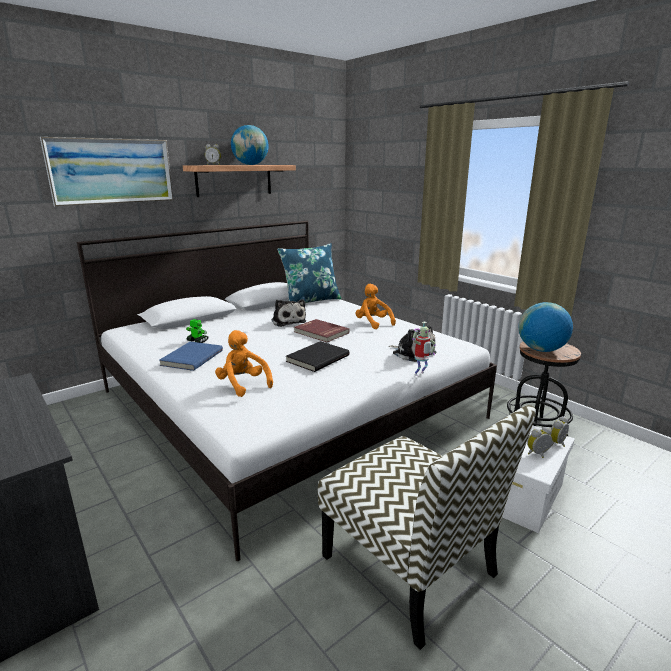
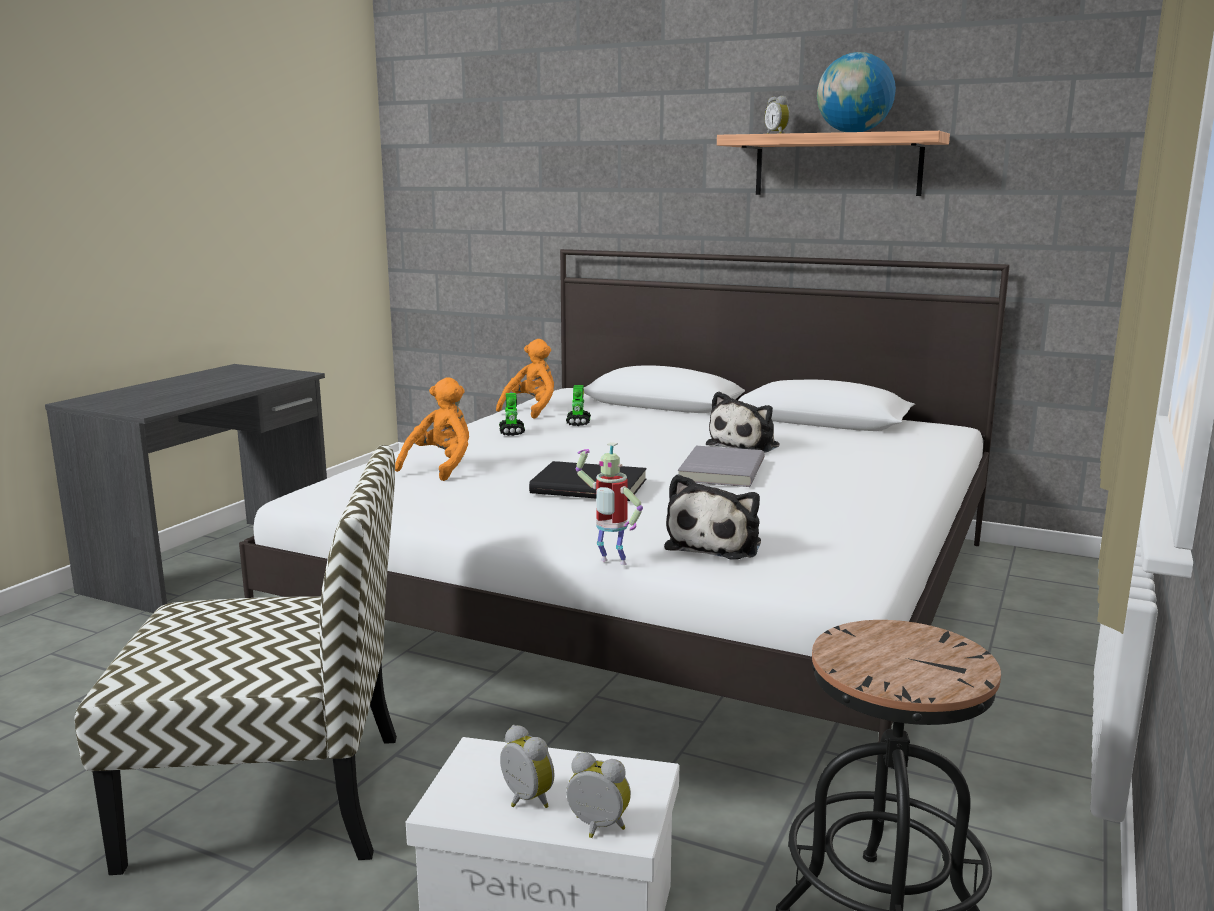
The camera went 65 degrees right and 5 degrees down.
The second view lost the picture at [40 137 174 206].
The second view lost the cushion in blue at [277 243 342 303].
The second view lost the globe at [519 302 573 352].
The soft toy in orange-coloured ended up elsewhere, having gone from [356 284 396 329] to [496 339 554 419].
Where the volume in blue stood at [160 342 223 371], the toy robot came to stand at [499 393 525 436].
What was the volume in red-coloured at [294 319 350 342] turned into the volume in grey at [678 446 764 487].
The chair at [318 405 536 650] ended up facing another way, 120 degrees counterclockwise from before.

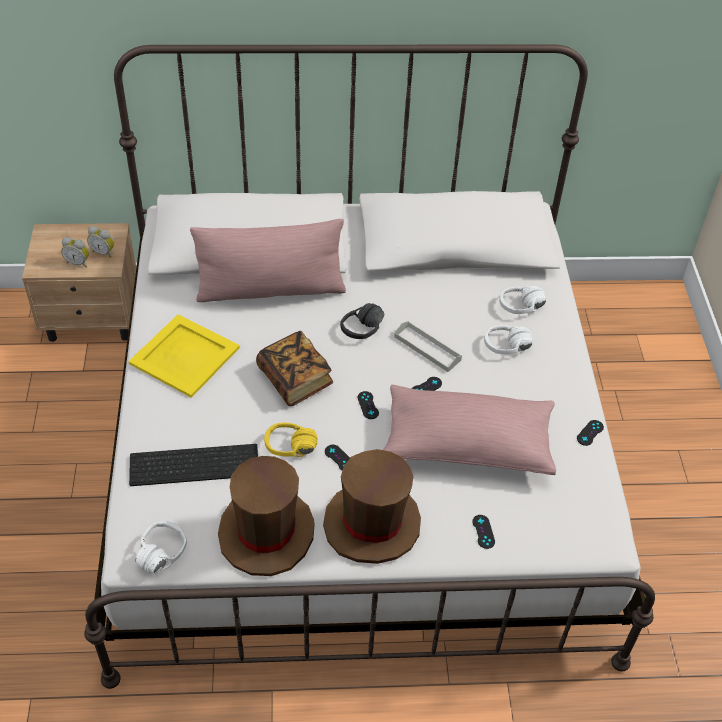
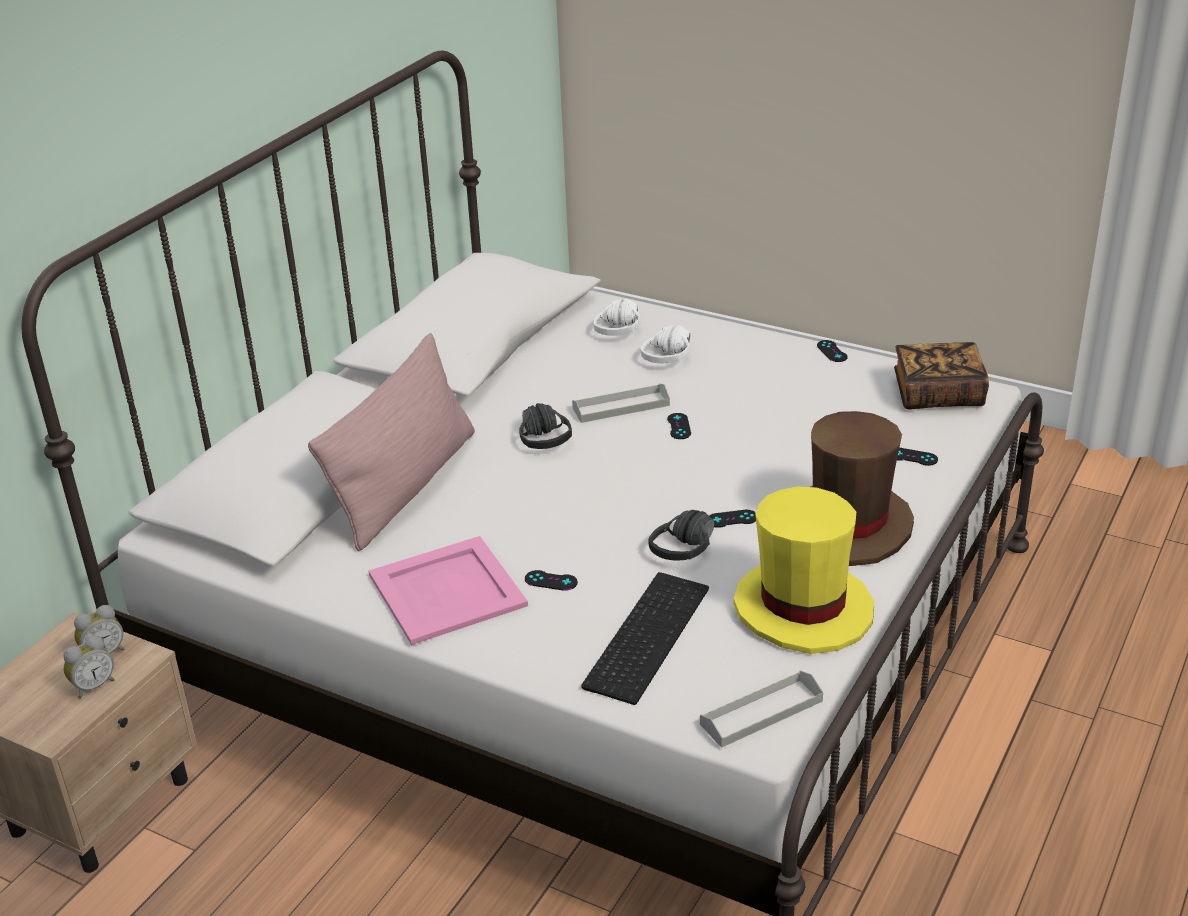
The camera went 55 degrees left and 15 degrees down.
The second view lost the cushion in pink at [383 385 556 475].
The volume ended up elsewhere, having gone from [256 331 333 406] to [894 342 989 409].
The game controller in black-coloured ended up elsewhere, having gone from [358 391 379 419] to [525 570 578 591].
Where the headphones in white stood at [135 521 187 573], the carrying tray in grey came to stand at [700 670 823 748].
What was the carrying tray in yellowish at [128 314 240 398] turned into the carrying tray in pink at [369 536 528 645].
What was the clothing hat in brownish at [218 456 315 576] turned into the clothing hat in yellowish at [734 486 874 654].
What was the headphones in yellowish at [264 423 318 457] turned into the headphones in black-coloured at [648 510 714 561].

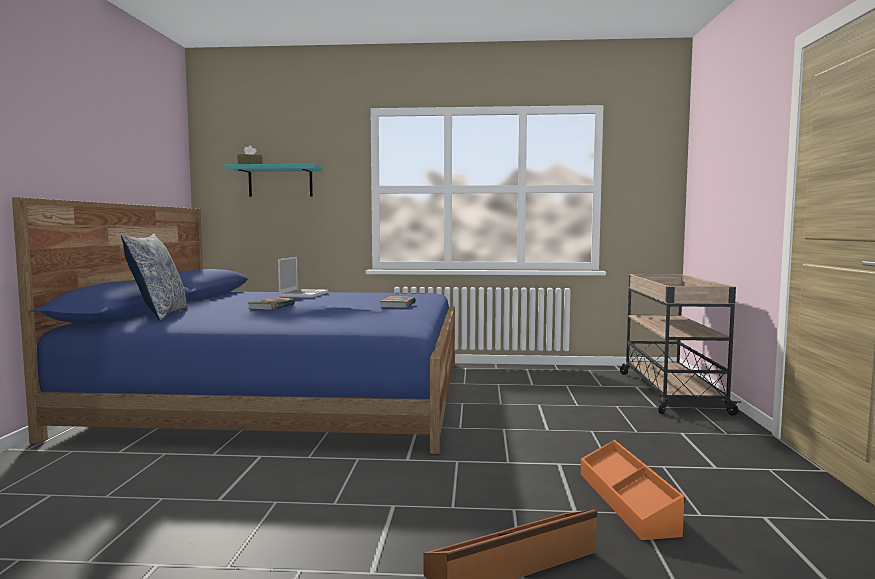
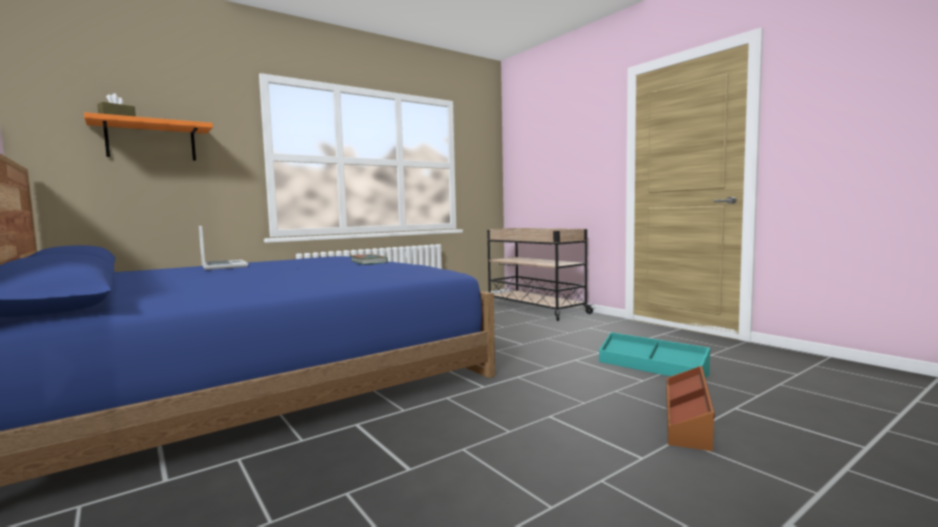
The camera went 40 degrees left and 0 degrees up.
The second view lost the cushion at [121 234 188 320].
The second view lost the volume at [248 297 295 310].
What was the bracket shelf in turquoise at [224 164 323 197] turned into the bracket shelf in orange-coloured at [84 112 213 161].
What was the storage box in orange-coloured at [581 440 685 540] turned into the storage box in turquoise at [599 332 710 378].

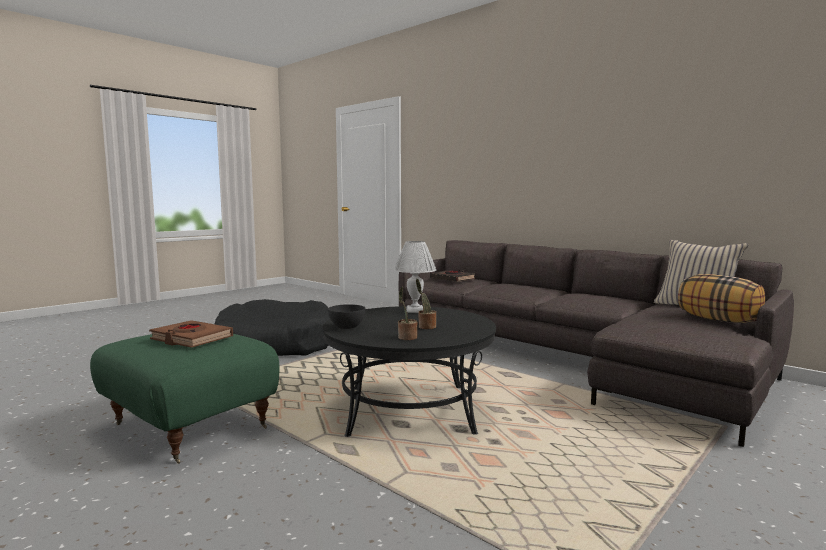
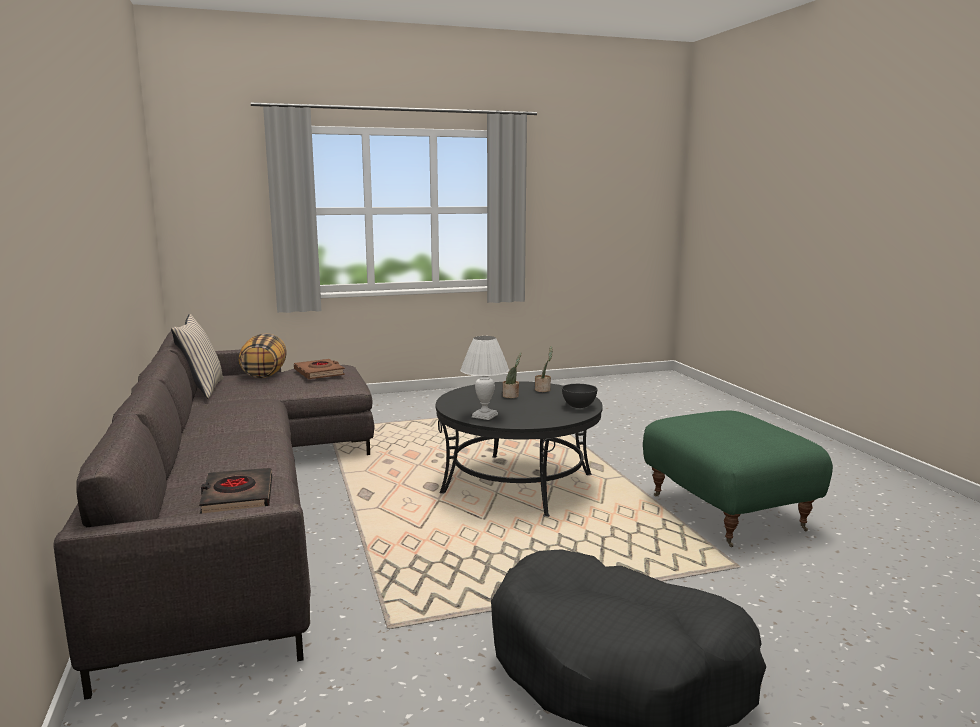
The camera went 150 degrees left and 5 degrees up.
The volume in brownish ended up elsewhere, having gone from [149 320 233 348] to [294 359 345 379].

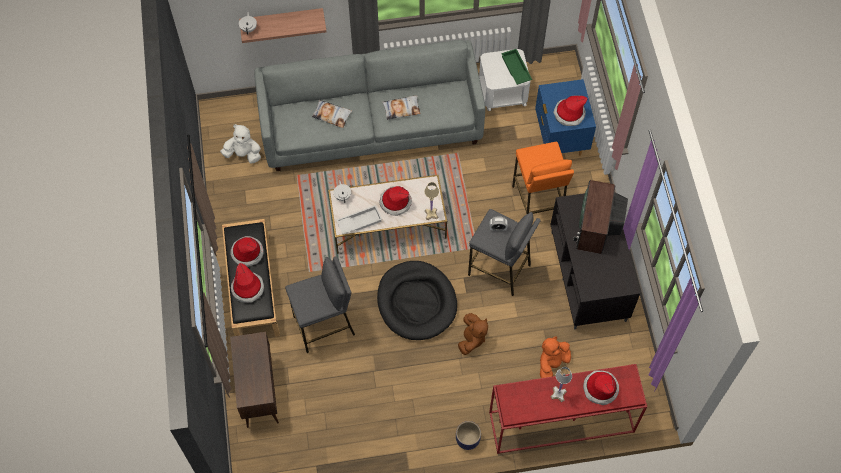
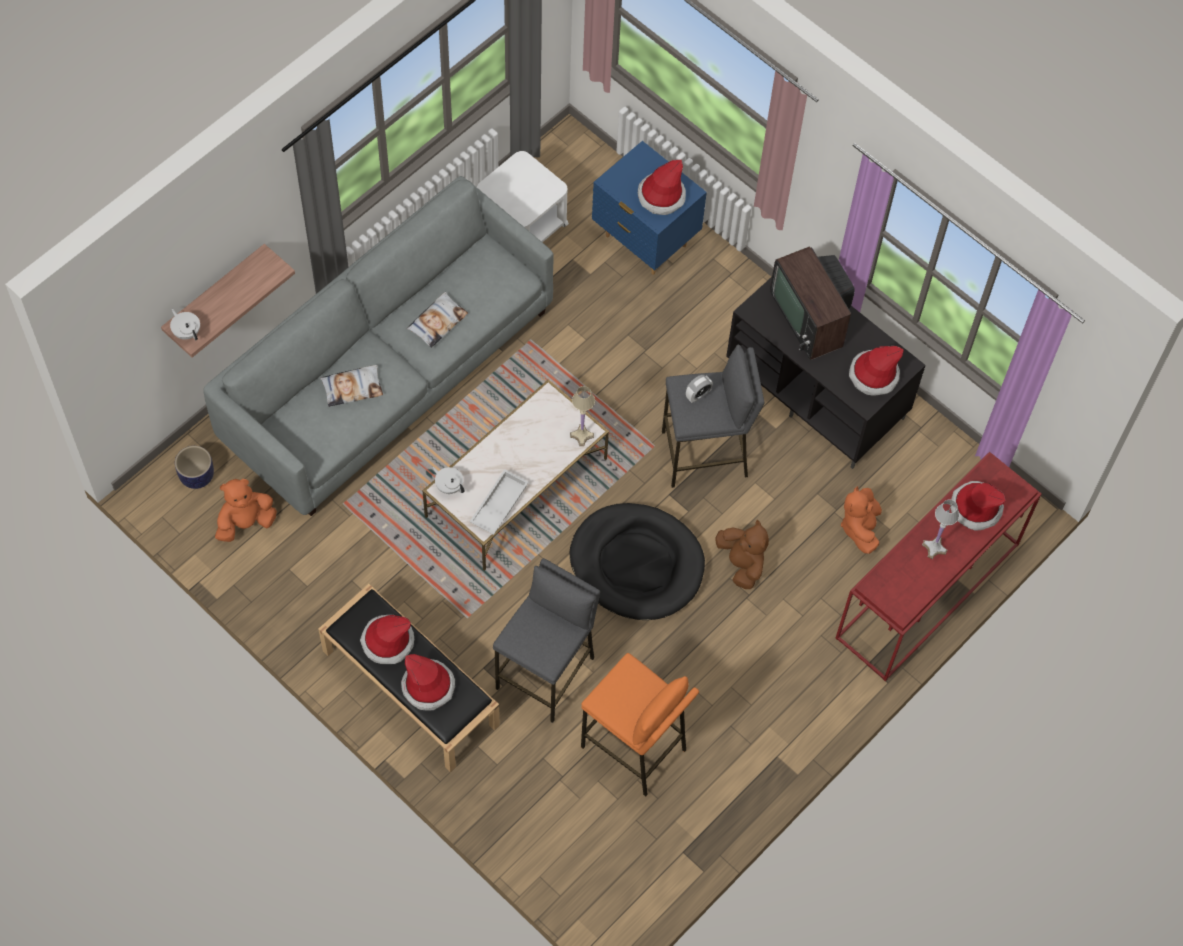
The camera went 40 degrees left and 0 degrees up.
The second view lost the cupboard in brownish at [230 332 279 428].
The second view lost the carrying tray in green at [501 49 532 85].
The clothing hat ended up elsewhere, having gone from [379 186 412 216] to [849 346 904 396].
The plant pot ended up elsewhere, having gone from [456 421 481 450] to [175 446 214 489].
The sitting stool in orange-coloured ended up elsewhere, having gone from [512 142 574 214] to [581 653 699 797].
What was the soft toy in white at [220 124 261 163] turned into the soft toy in orange-coloured at [215 479 277 542].

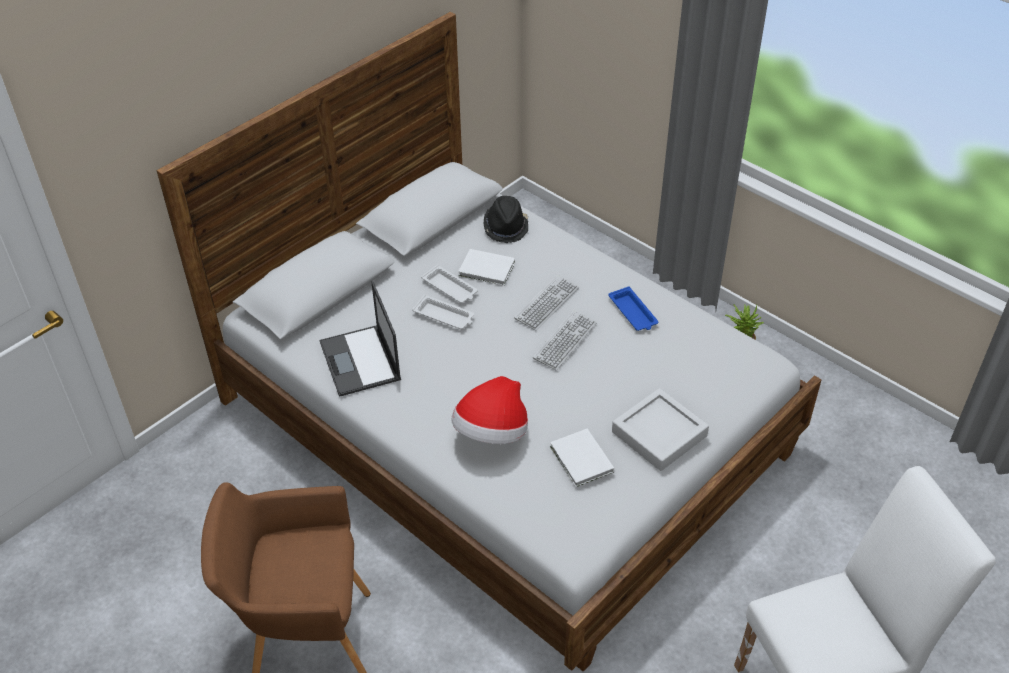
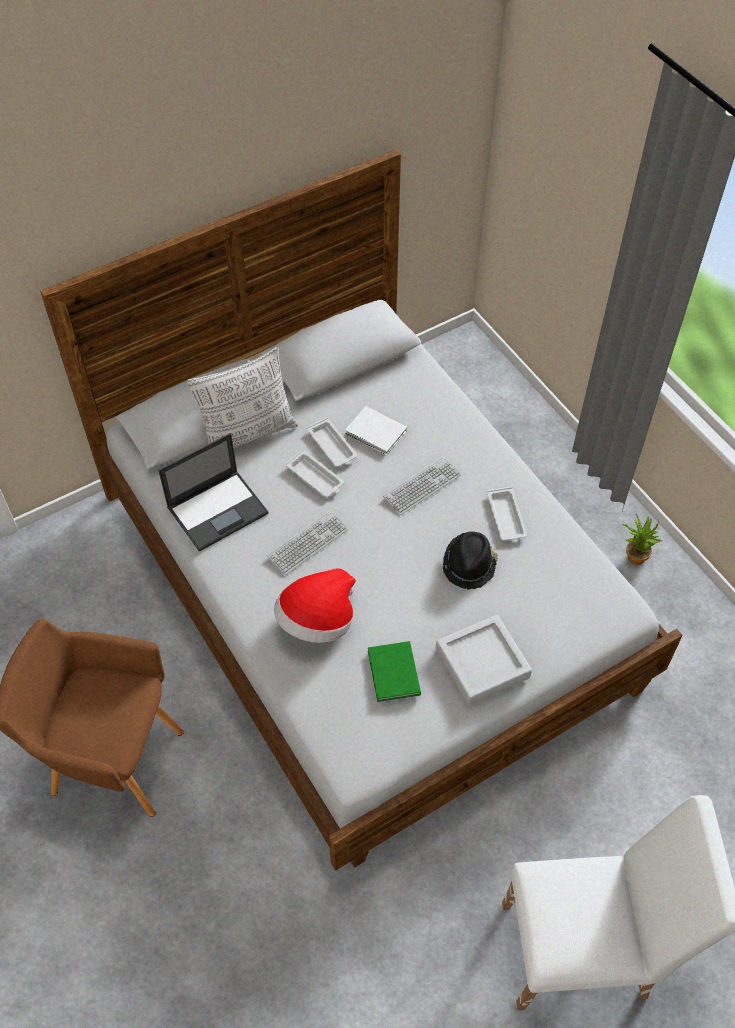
The camera went 15 degrees right and 10 degrees up.
The second view gained the cushion at [187 347 298 449].
The clothing hat in black-coloured ended up elsewhere, having gone from [484 196 528 243] to [443 531 498 589].
The keyboard ended up elsewhere, having gone from [533 310 596 371] to [267 510 348 575].
What was the volume in white at [550 429 614 487] turned into the volume in green at [368 641 421 702].
What was the carrying tray in blue at [608 286 658 331] turned into the carrying tray in white at [487 487 527 542].
The laptop at [320 281 401 397] ended up facing another way, 120 degrees counterclockwise from before.

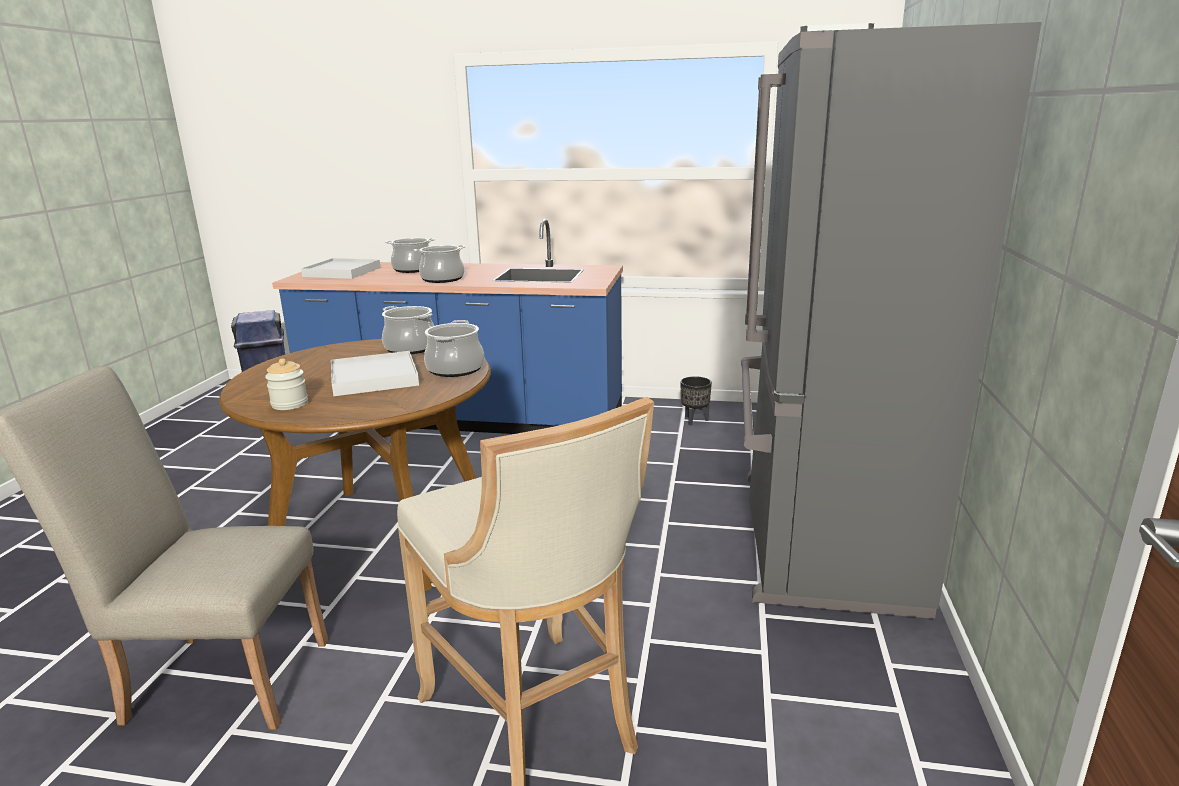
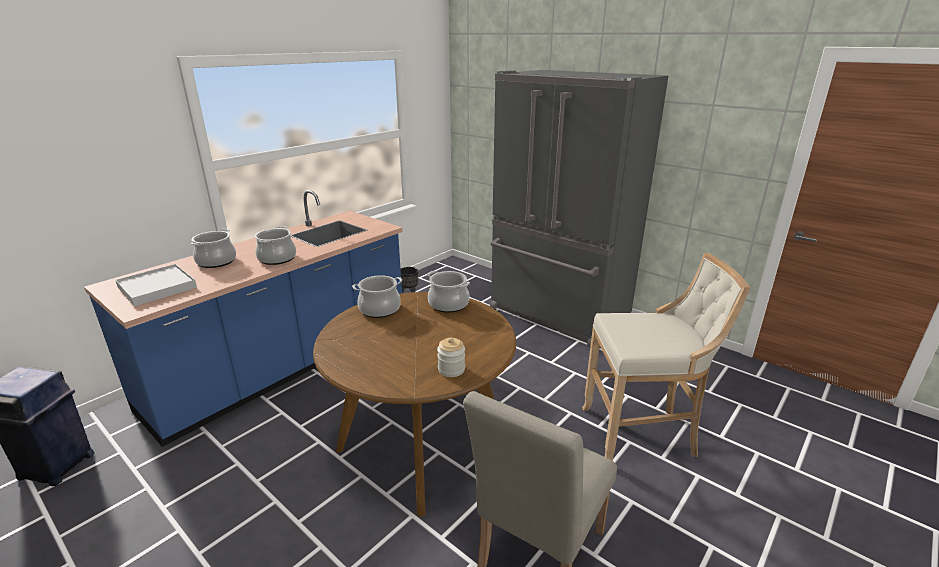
The camera went 60 degrees left and 5 degrees up.
The second view lost the carrying tray in white at [331 351 419 396].

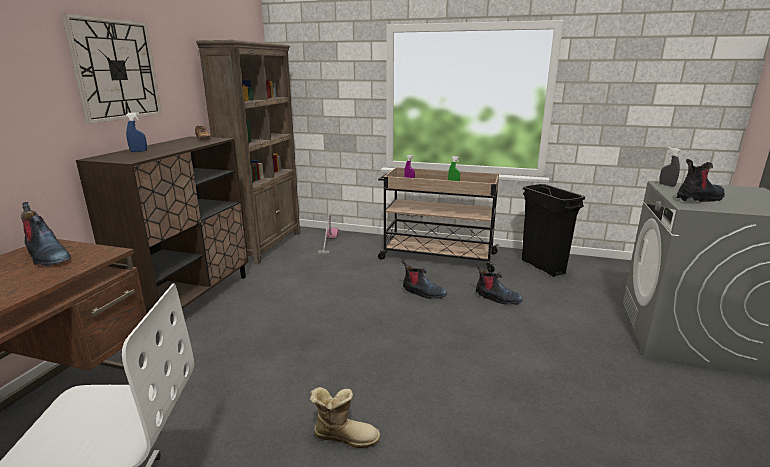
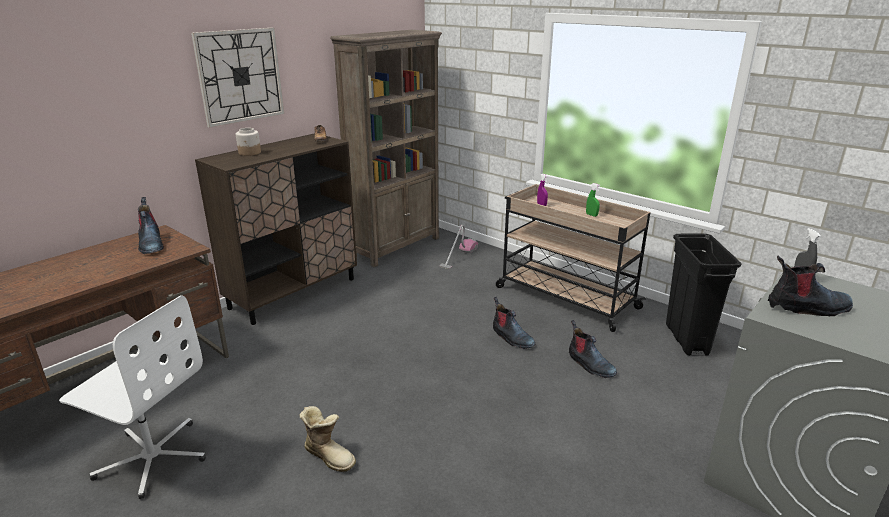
The camera went 25 degrees right and 5 degrees up.
Where the hand sprayer in blue stood at [126 112 147 152], the jar came to stand at [236 128 261 156].

